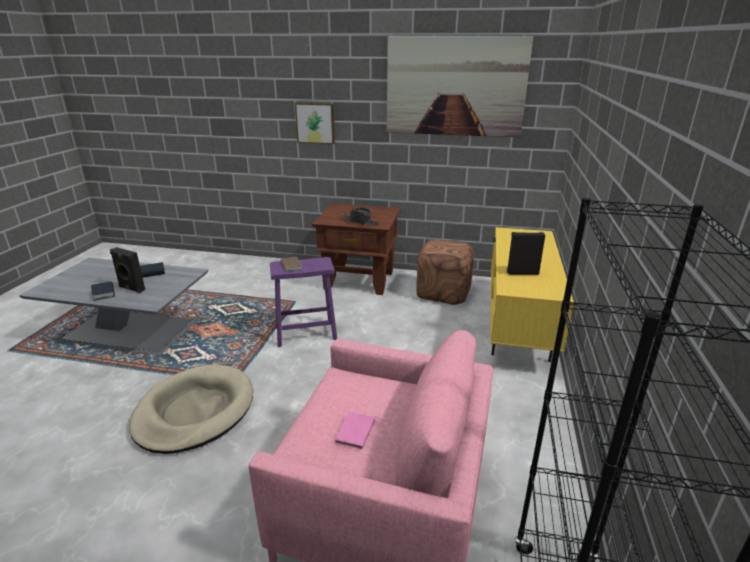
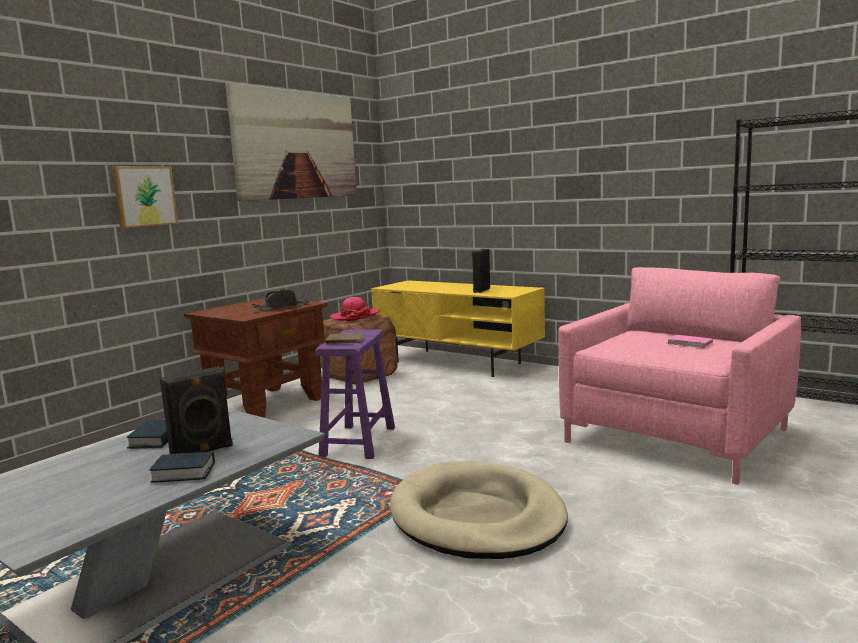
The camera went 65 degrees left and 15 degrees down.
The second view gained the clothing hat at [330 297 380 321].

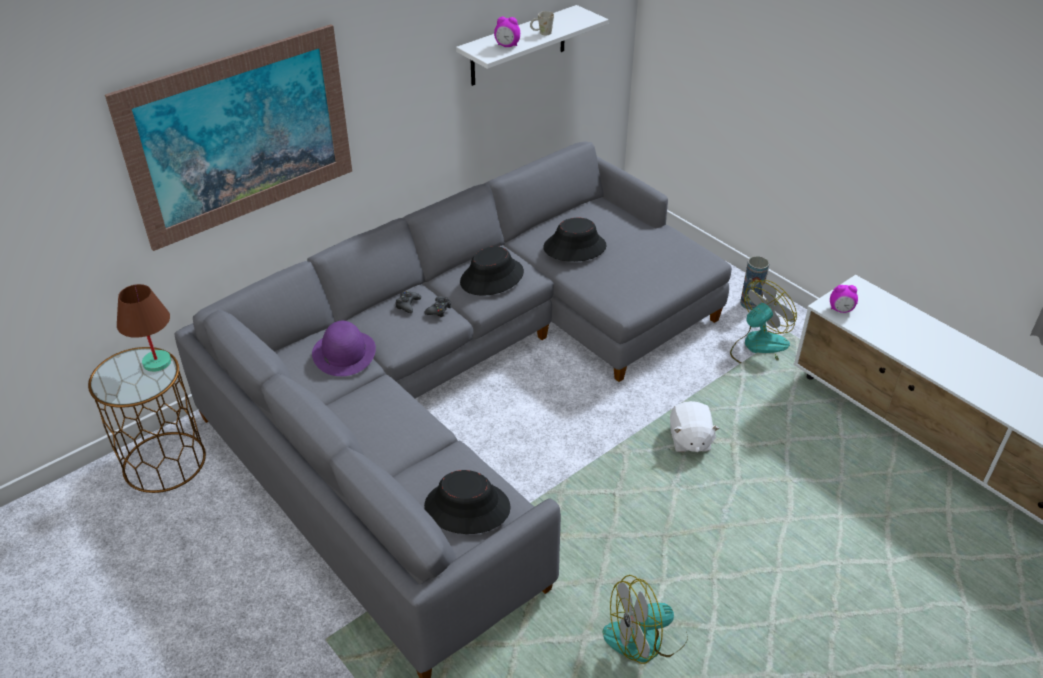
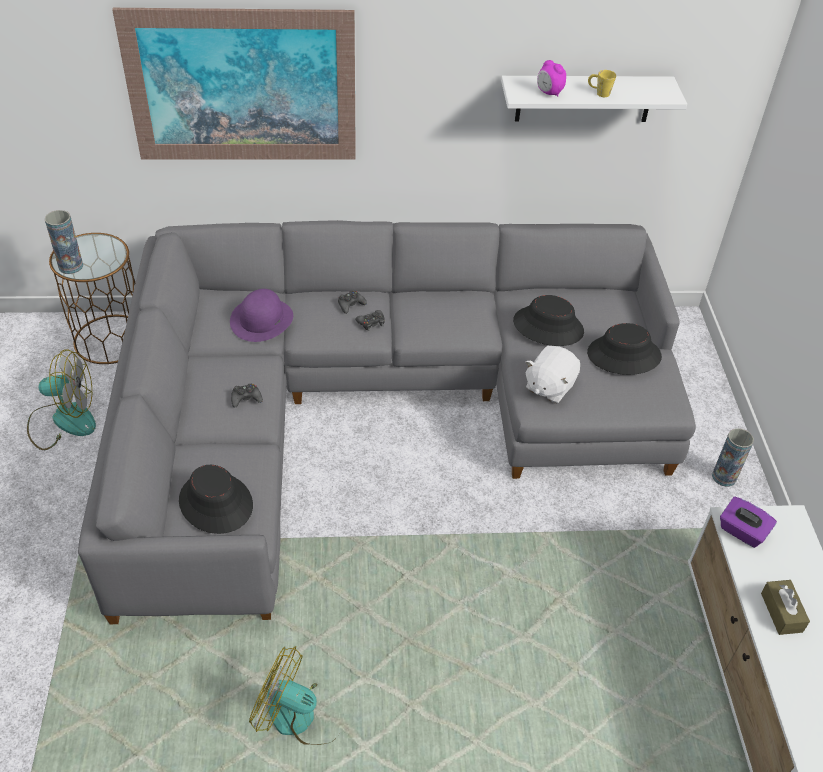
The camera went 35 degrees right and 5 degrees up.
The second view lost the tabletop lamp in brownish at [117 284 171 372].
The second view gained the vase at [45 210 83 274].
The second view gained the game controller in black-coloured at [231 384 263 408].
The second view gained the tissue holder in brownish at [761 580 810 635].
The clothing hat in black-coloured ended up elsewhere, having gone from [460 246 524 296] to [587 323 662 375].
The soft toy in white ended up elsewhere, having gone from [670 401 720 452] to [525 346 580 403].
The fan ended up elsewhere, having gone from [730 280 797 363] to [27 349 96 450].
Where the bedside clock stood at [830 285 858 313], the tissue holder in purplish came to stand at [720 497 777 548].
What was the coffee mug in white at [530 11 554 35] turned into the coffee mug in yellowish at [588 70 616 97].

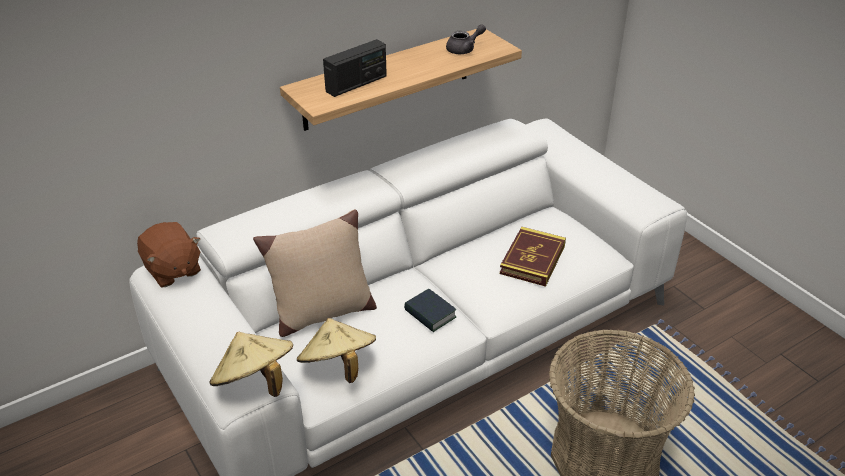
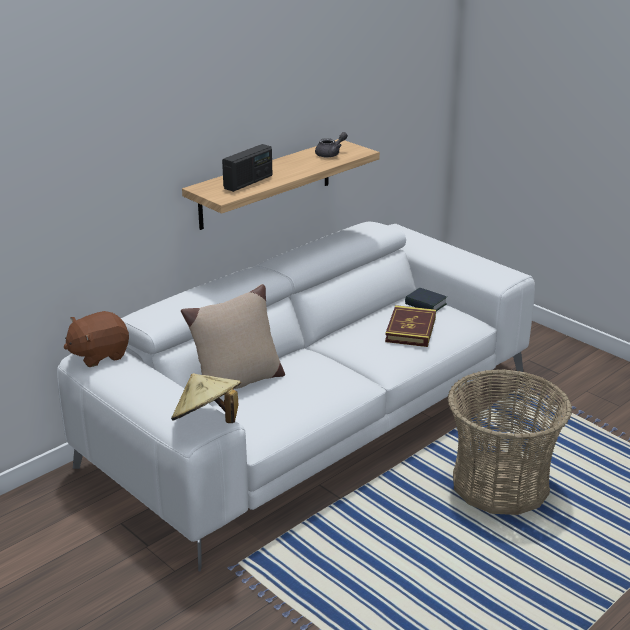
The camera went 10 degrees left and 10 degrees down.
The second view lost the clothing hat in sand-coloured at [297 318 376 383].
The volume ended up elsewhere, having gone from [404 289 457 332] to [405 288 447 311].
The soft toy in brownish at [137 222 201 287] ended up facing another way, 105 degrees clockwise from before.

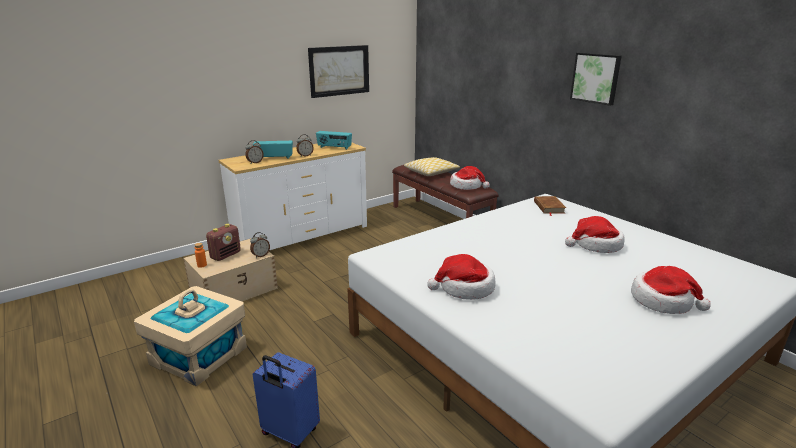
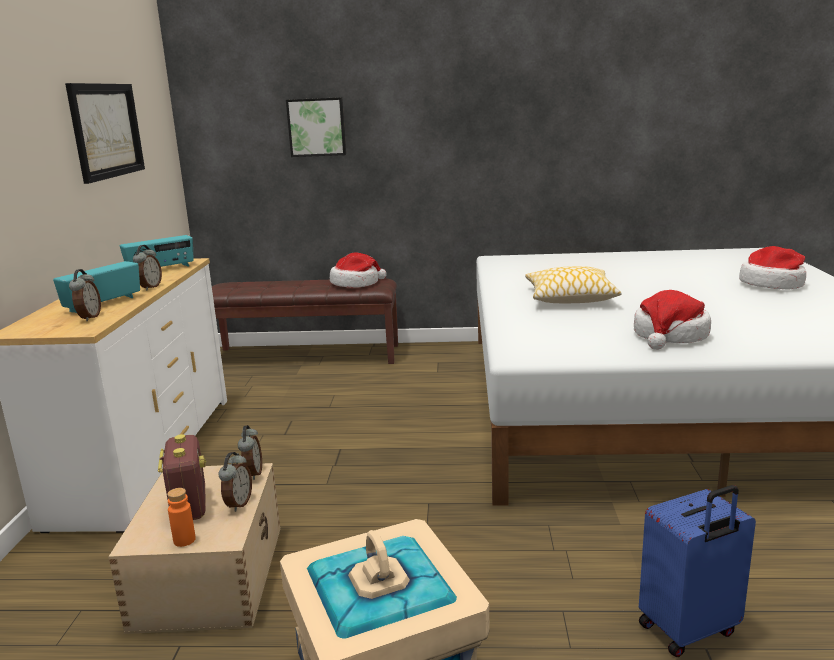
The camera went 50 degrees left and 5 degrees down.
The second view lost the volume in brownish at [534 196 566 216].
The second view lost the clothing hat at [565 216 625 253].
The second view gained the bedside clock at [218 452 252 512].
The cushion ended up elsewhere, having gone from [404 157 460 176] to [525 266 622 303].
The picture ended up elsewhere, having gone from [570 52 622 106] to [286 97 346 157].

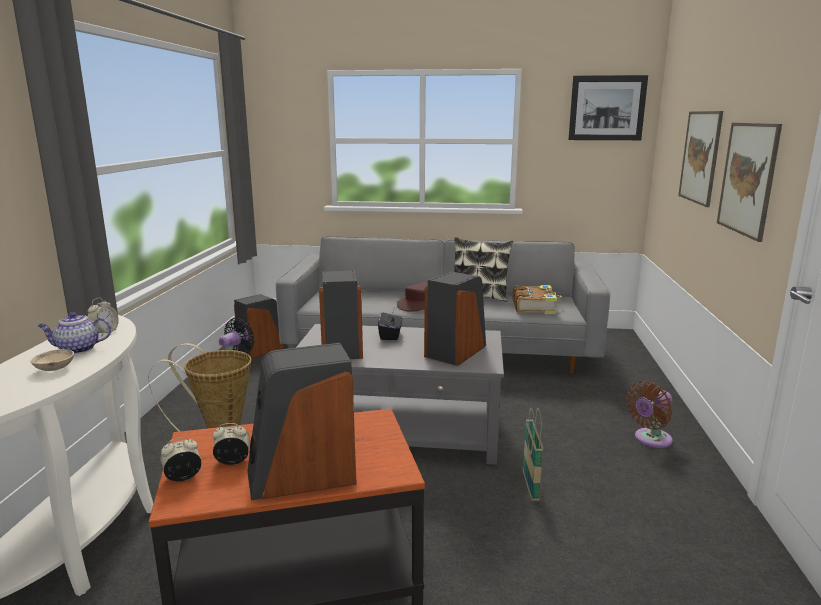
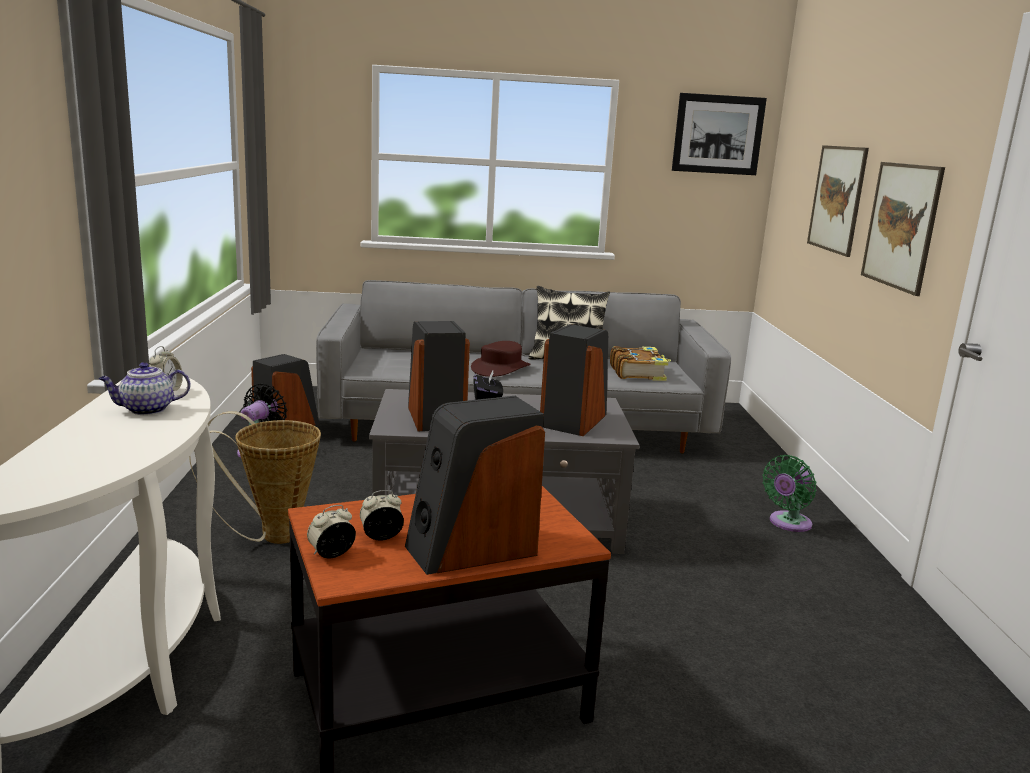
The camera went 10 degrees left and 0 degrees up.
The second view lost the deep dish in sand-coloured at [30 349 74 371].
The second view lost the household basket at [523 408 543 501].
What was the fan in brownish at [626 381 673 448] turned into the fan in green at [762 455 817 532].

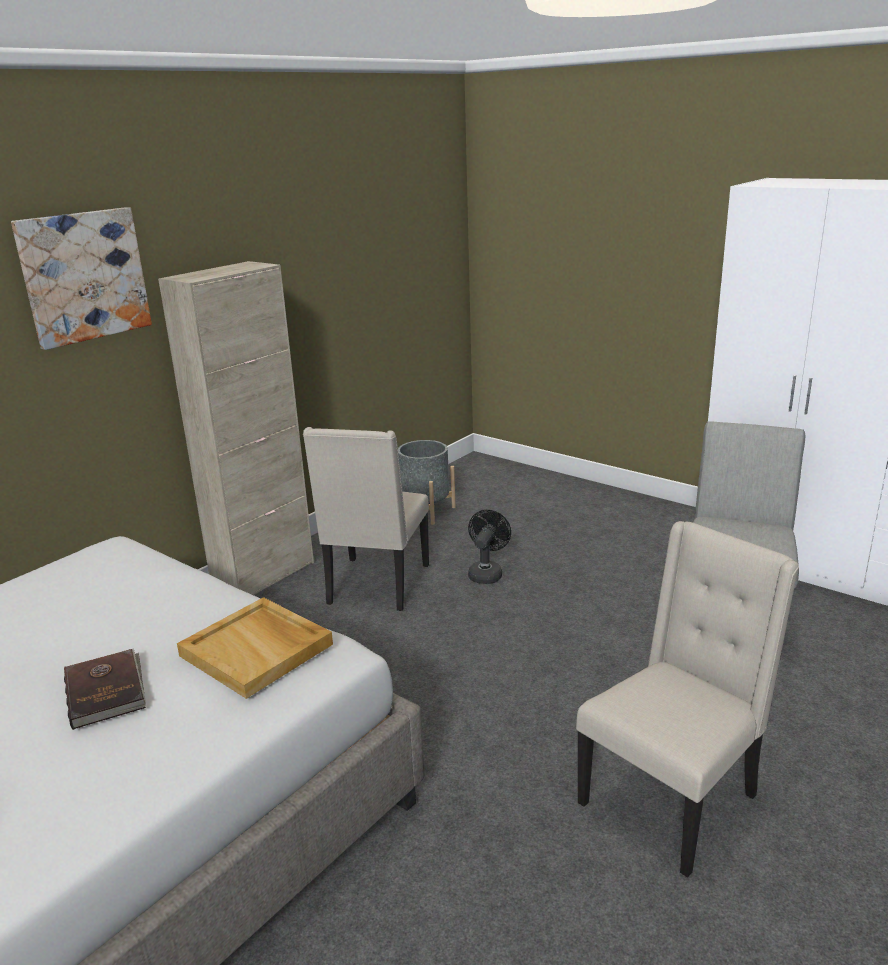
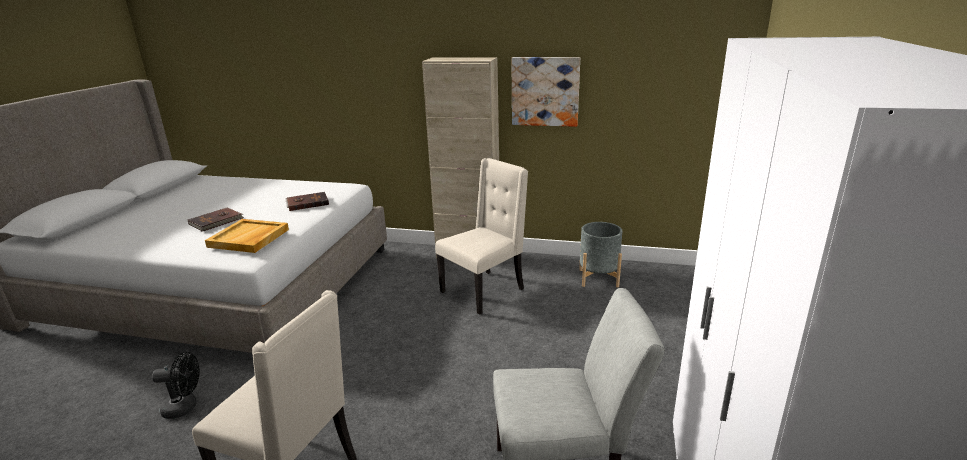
The camera went 65 degrees right and 0 degrees up.
The second view gained the volume in brownish at [285 192 329 211].
The picture ended up elsewhere, having gone from [11 207 152 350] to [511 57 580 127].
The fan in black-coloured ended up elsewhere, having gone from [468 510 511 584] to [152 352 200 419].
The chair in sand-coloured at [303 427 429 611] ended up facing another way, 150 degrees clockwise from before.

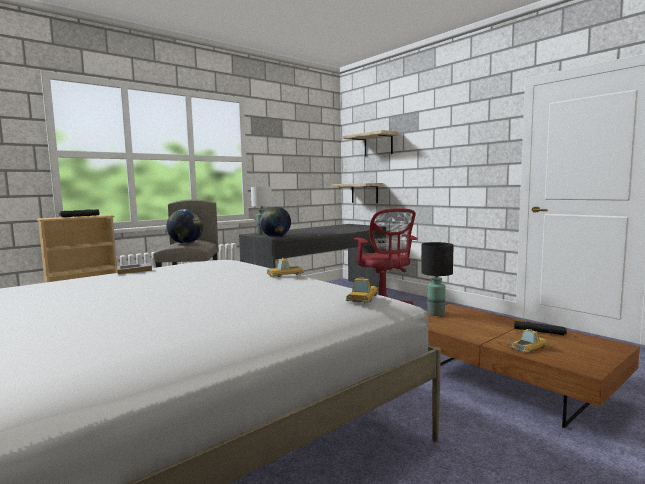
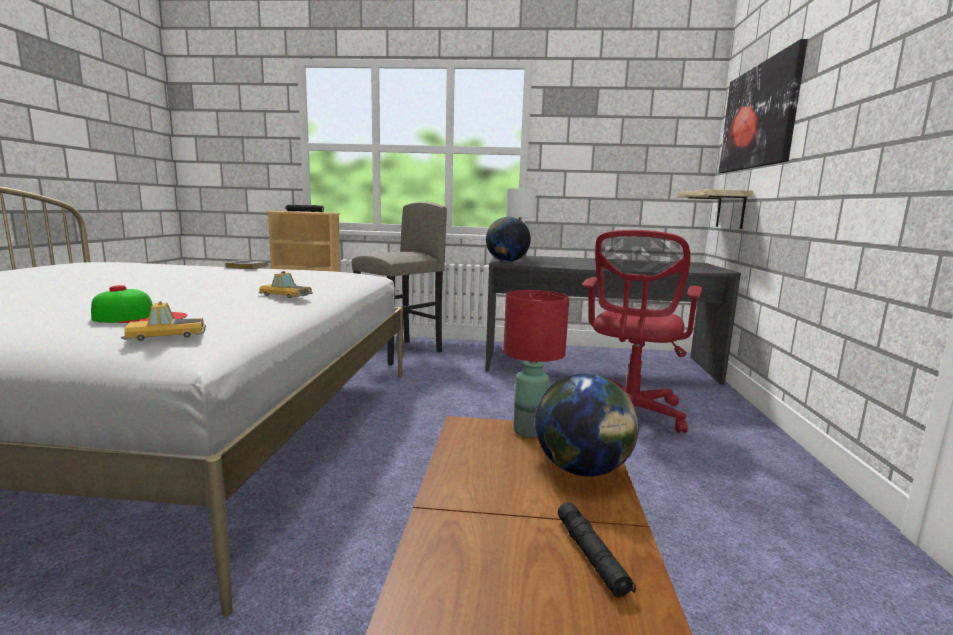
The camera went 45 degrees right and 5 degrees up.
The second view lost the toy car at [510 329 548 353].
The second view gained the cap at [91 285 187 323].
The globe ended up elsewhere, having gone from [166 209 203 244] to [535 374 639 476].
Where the bracket shelf hung at [343 130 399 157], the picture came to hang at [718 39 808 173].
What was the tabletop lamp in black-coloured at [421 242 454 316] turned into the tabletop lamp in red-coloured at [503 290 569 438].

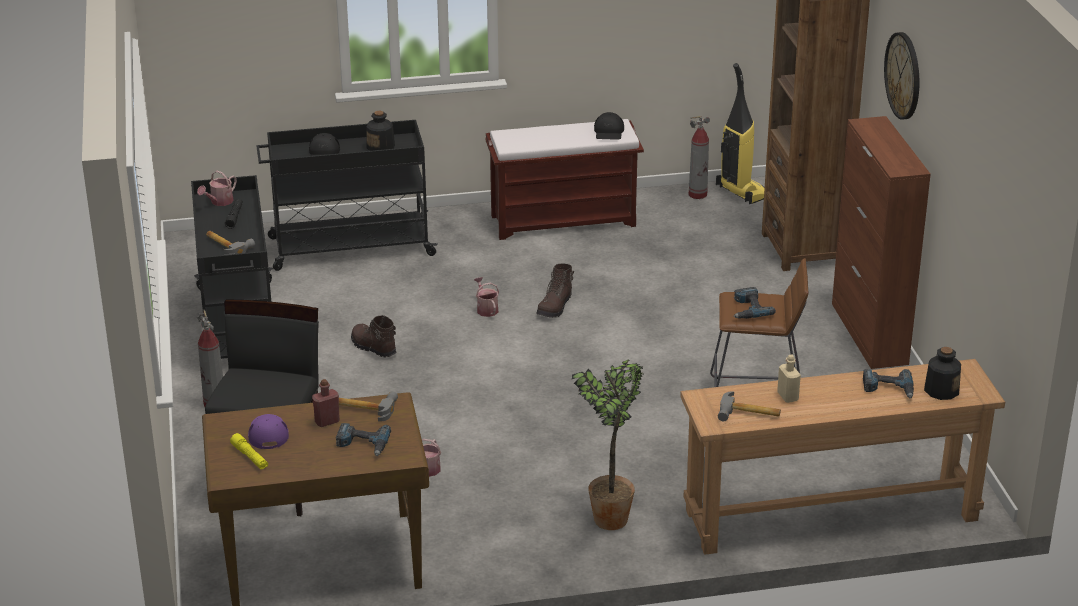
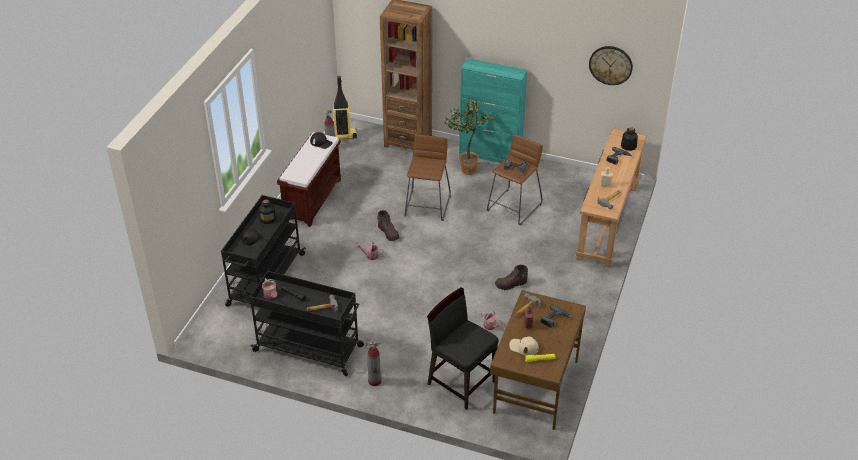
The camera went 60 degrees left and 10 degrees up.
The second view gained the sitting stool in brownish at [404 134 451 221].
The high-top boot in brownish ended up elsewhere, having gone from [351 315 397 358] to [495 265 528 290].
The potted plant ended up elsewhere, having gone from [572 360 644 530] to [445 100 495 175].
The hanging clock ended up elsewhere, having gone from [884 32 919 120] to [589 46 633 85].
What was the cap in purplish at [248 414 289 449] turned into the cap in sand-coloured at [509 337 539 355].
What was the cupboard in brownish at [832 116 931 369] turned into the cupboard in turquoise at [459 58 527 163].

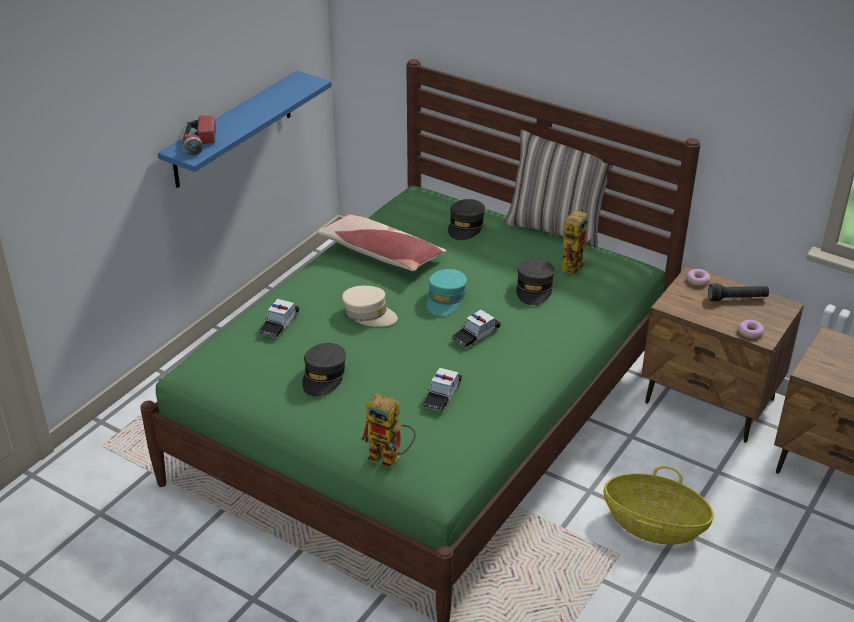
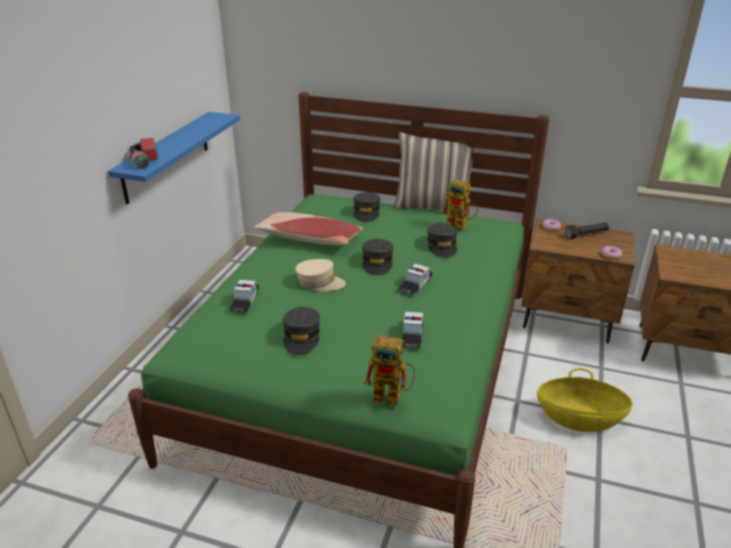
The camera went 15 degrees left and 5 degrees down.
What was the cap in turquoise at [426 269 467 316] turned into the cap in grey at [362 239 393 276].
The toy robot at [562 207 593 275] ended up facing another way, 105 degrees clockwise from before.

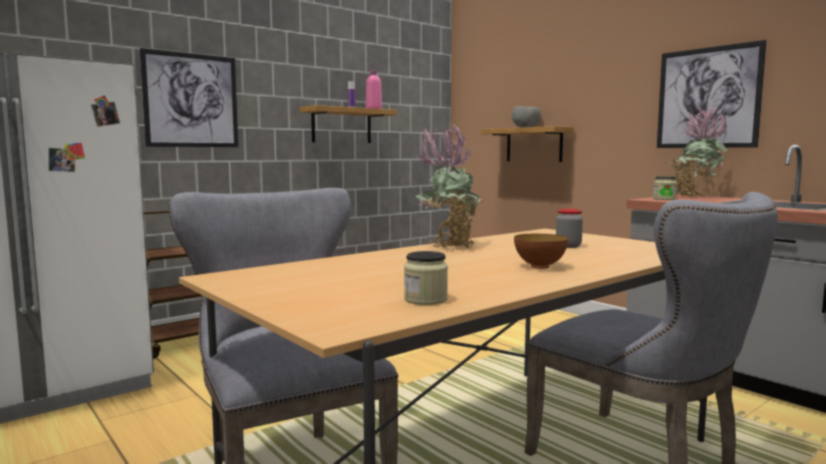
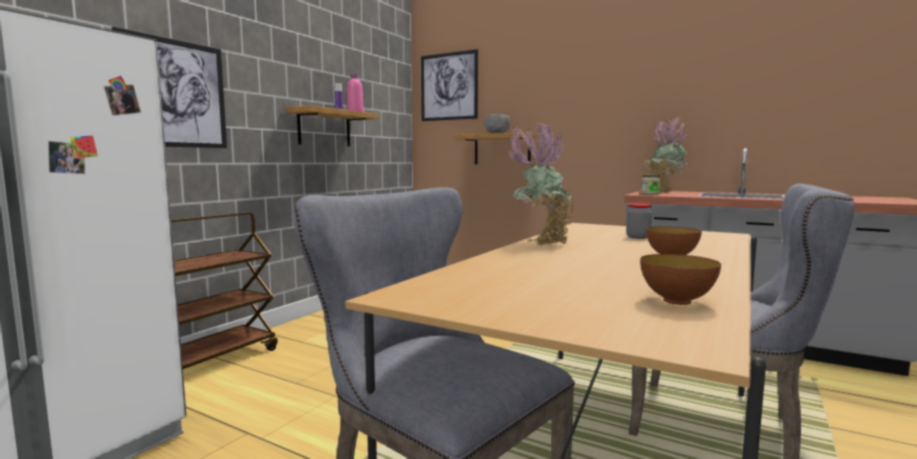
The camera went 20 degrees left and 0 degrees up.
The picture ended up elsewhere, having gone from [657 40 767 148] to [421 49 478 121].
Where the jar stood at [404 251 448 305], the deep dish came to stand at [640 254 721 305].

